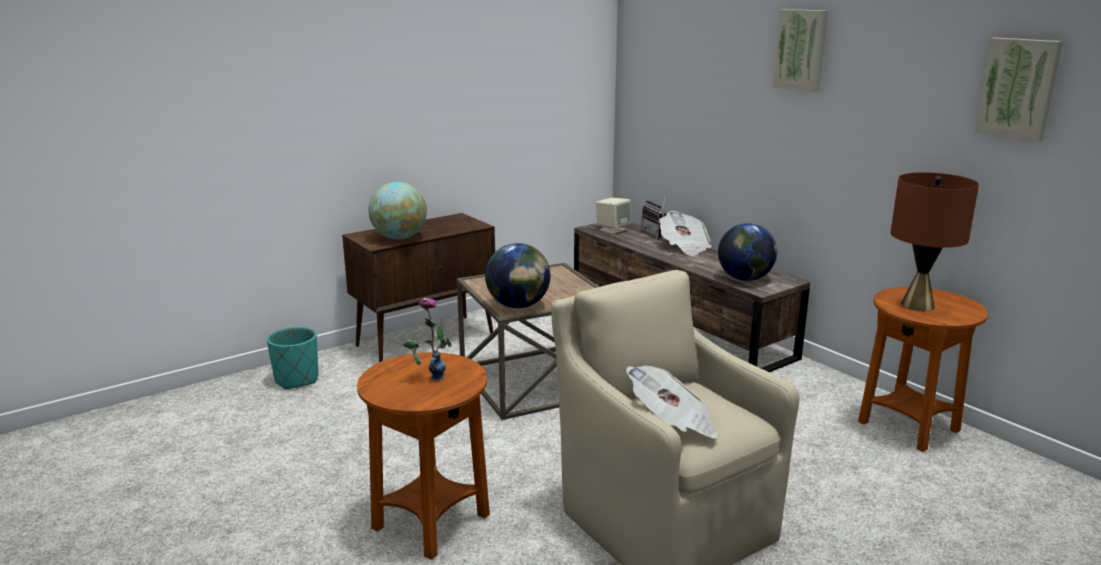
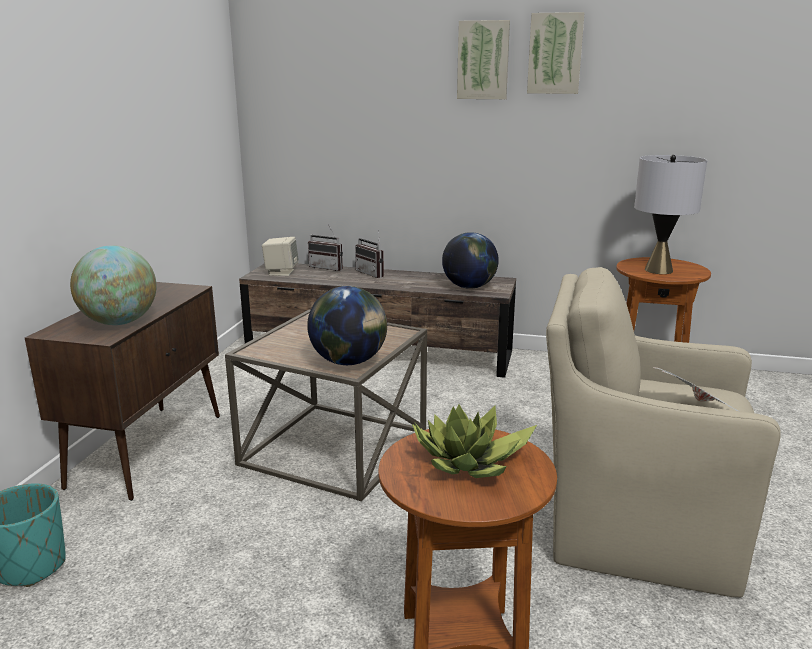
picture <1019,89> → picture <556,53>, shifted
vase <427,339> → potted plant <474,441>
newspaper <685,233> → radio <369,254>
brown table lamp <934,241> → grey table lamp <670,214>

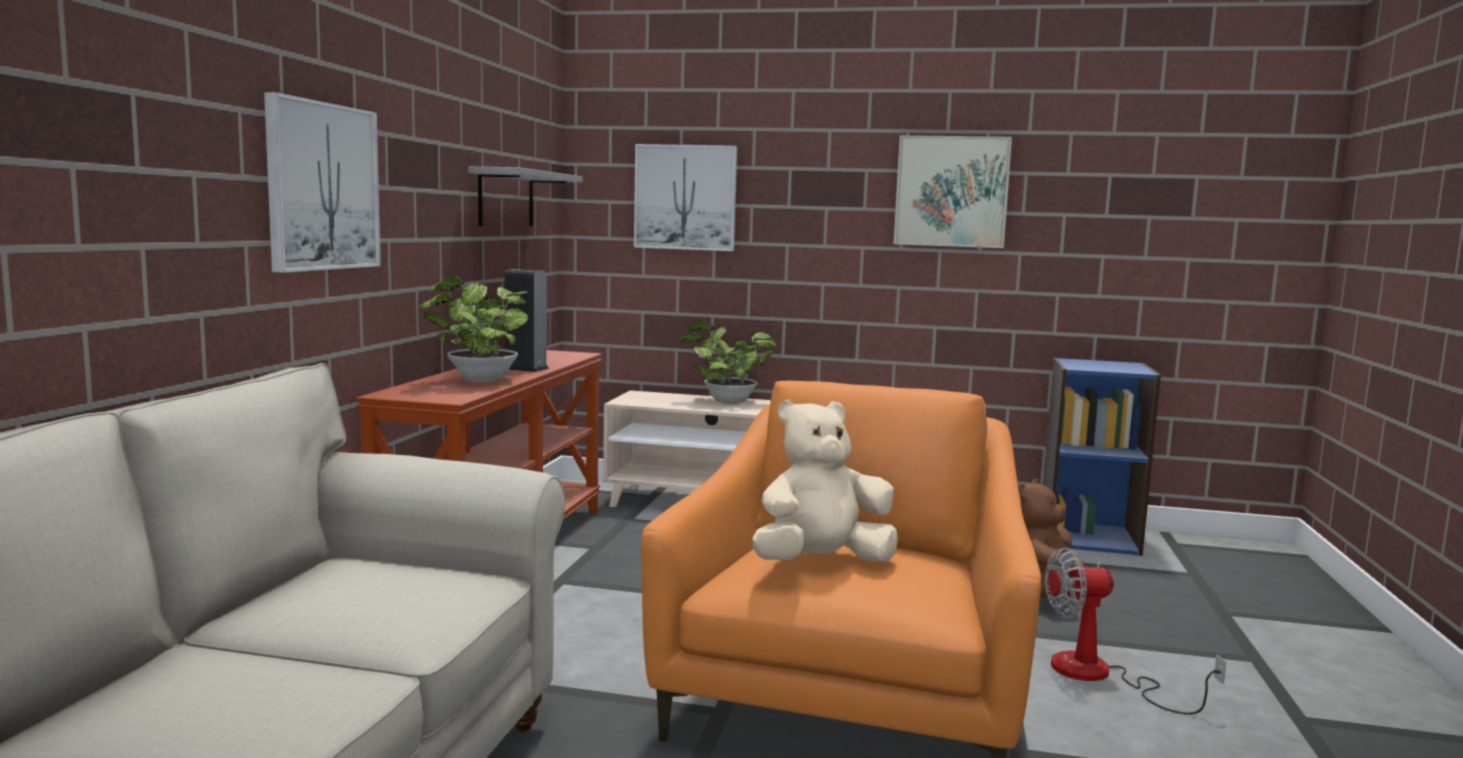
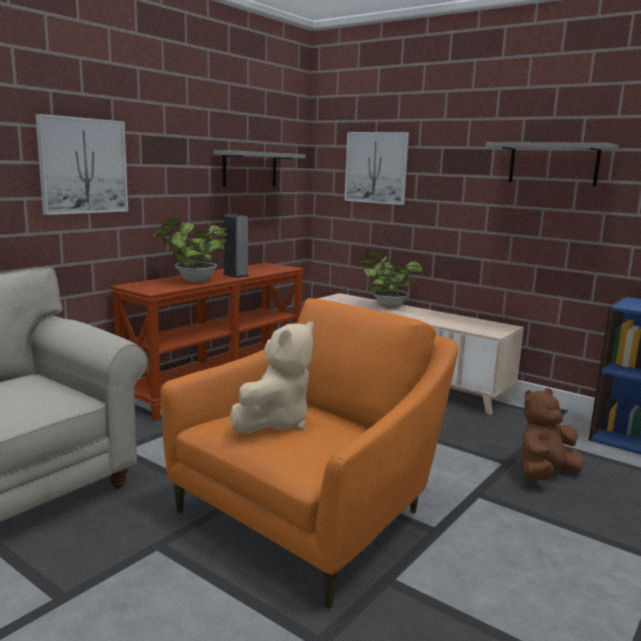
fan <1135,631> → -
picture <952,191> → grey shelf <552,164>
beige plush toy <825,481> → beige plush toy <272,377>, 120 degrees clockwise

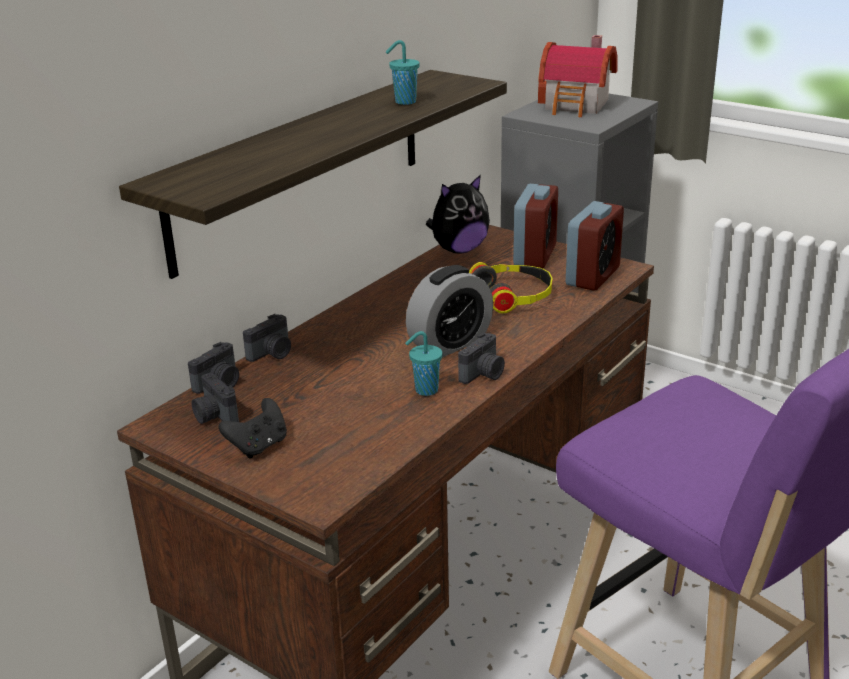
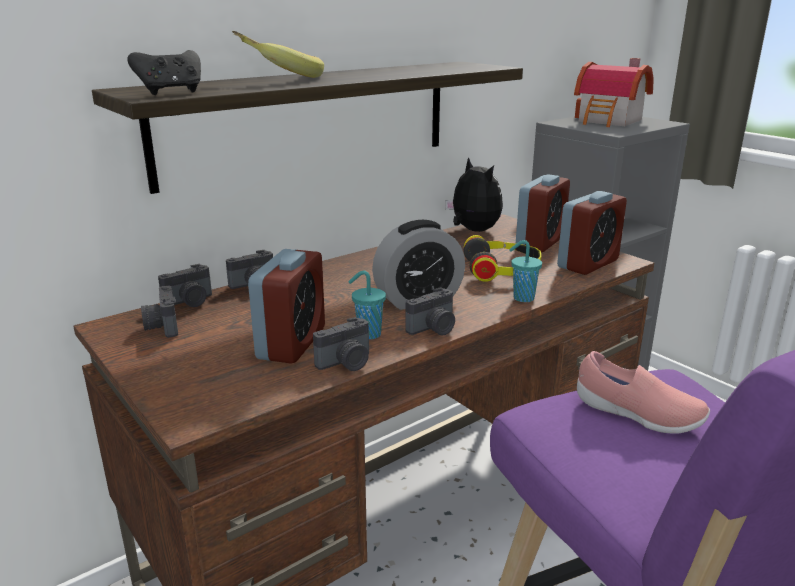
- → banana <278,54>
- → alarm clock <286,306>
- → photo camera <341,344>
- → pink shoe <643,392>
black game controller <253,428> → black game controller <164,72>, shifted
turquoise cup <403,72> → turquoise cup <525,271>, shifted
plush toy <458,214> → plush toy <474,194>, 105 degrees counterclockwise

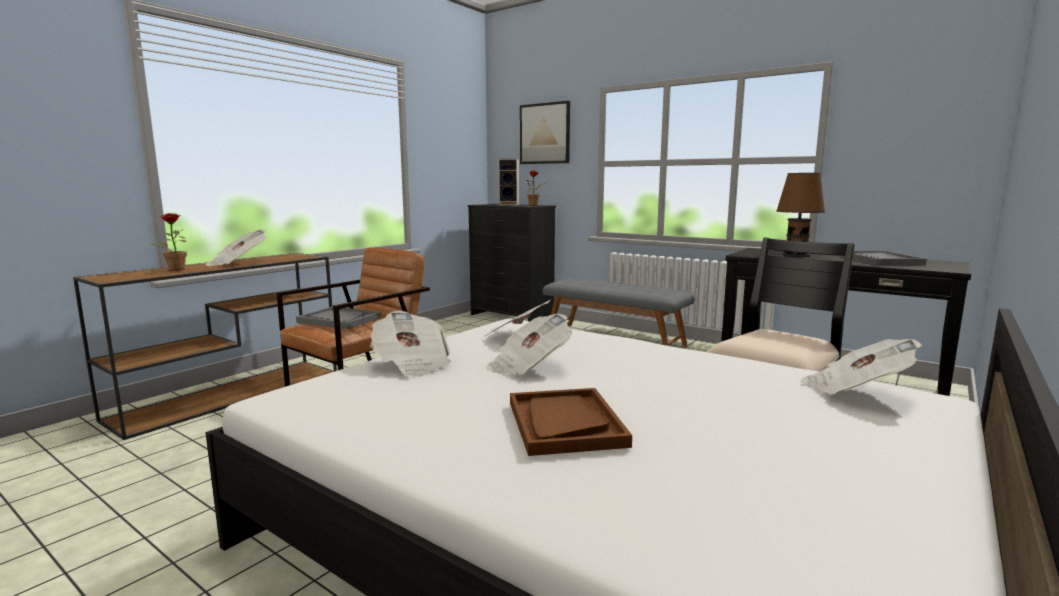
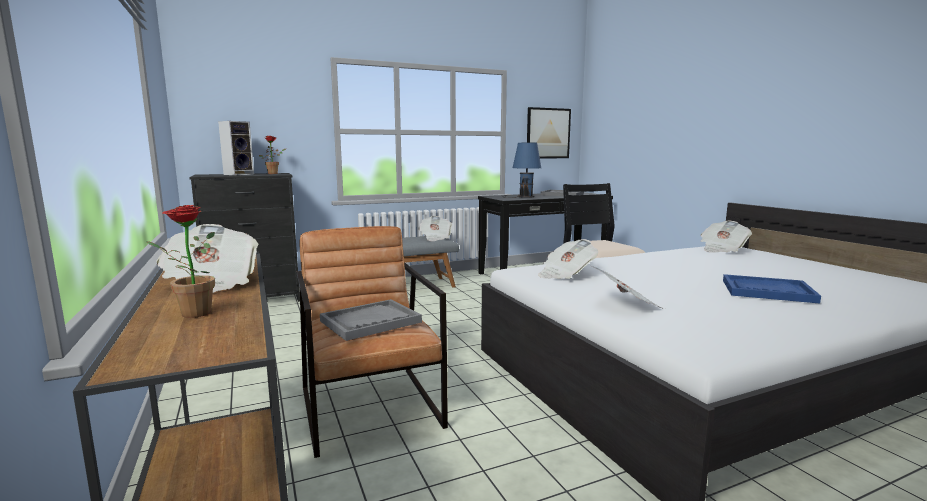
newspaper <529,344> → newspaper <435,228>, shifted
picture <545,132> → picture <549,133>, shifted
brown tray <571,422> → blue tray <772,289>
brown table lamp <796,215> → blue table lamp <521,170>

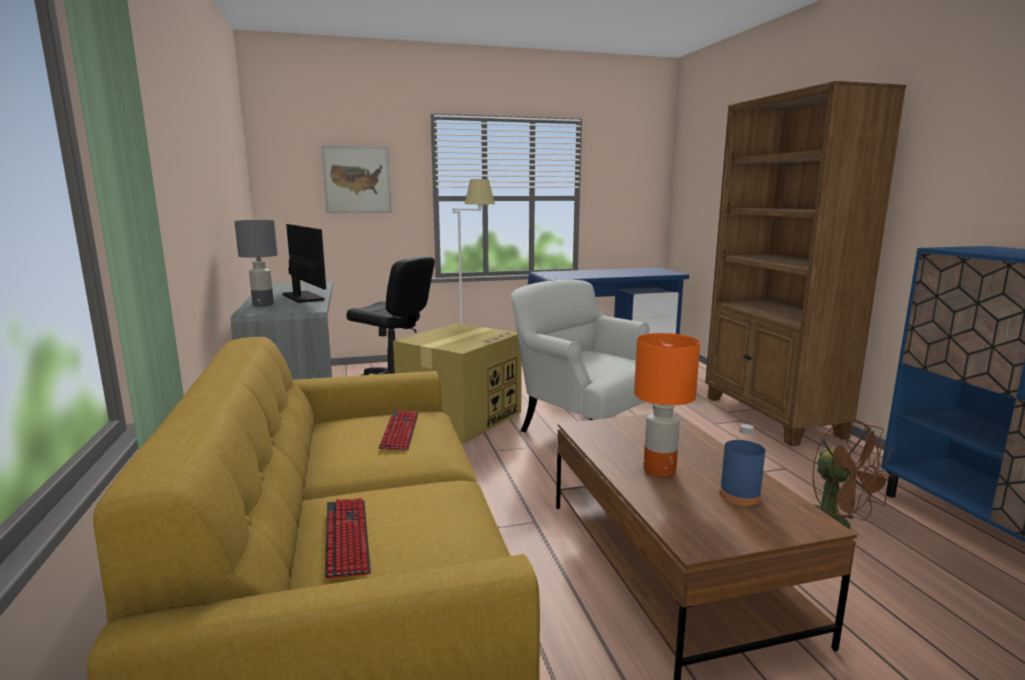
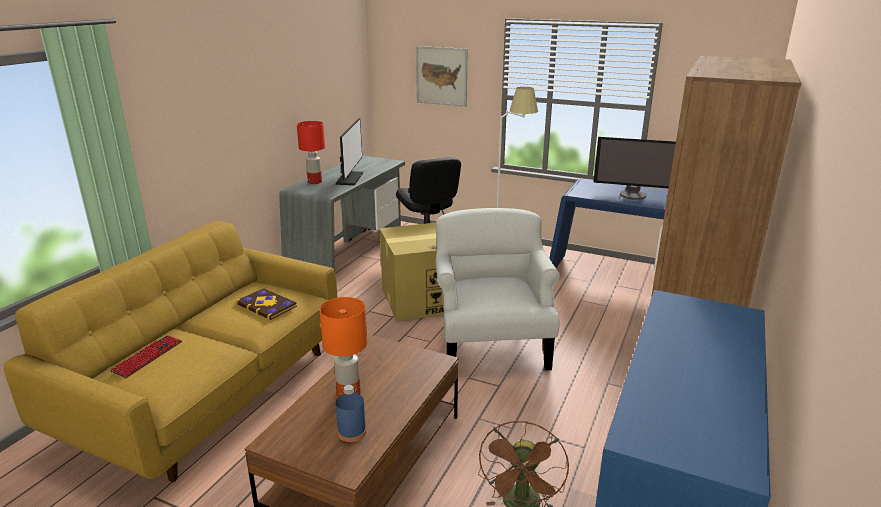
- → monitor <635,168>
keyboard <399,430> → book <266,304>
grey table lamp <256,263> → red table lamp <311,152>

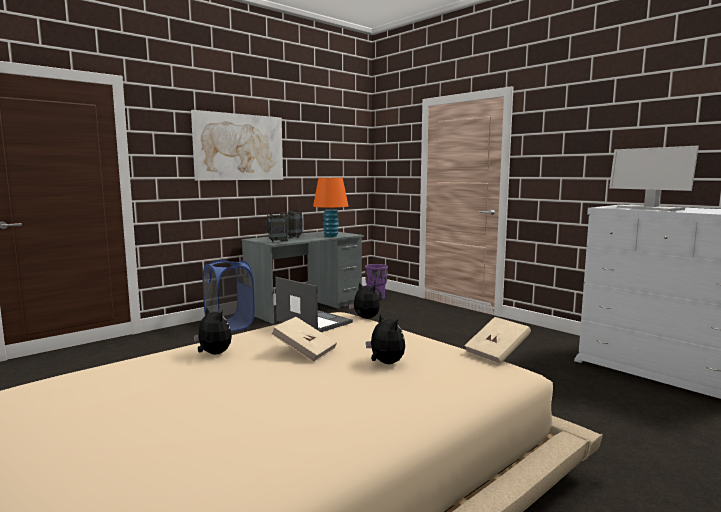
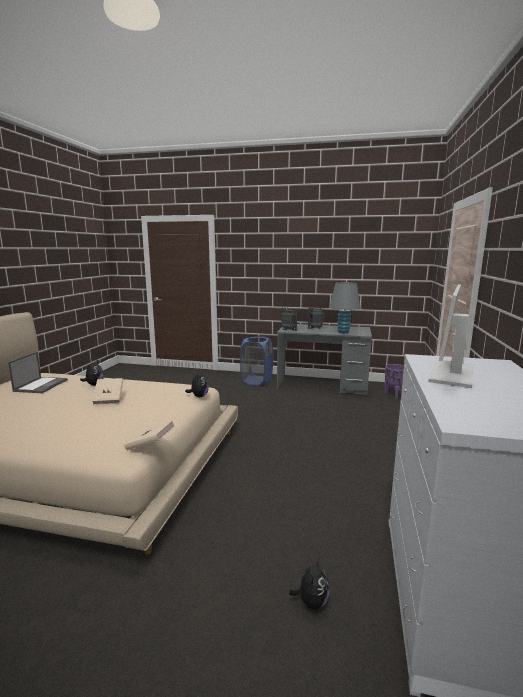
picture <237,145> → -
laptop <314,304> → laptop <38,372>, shifted
plush toy <385,338> → plush toy <309,584>, shifted
orange table lamp <330,207> → grey table lamp <345,308>

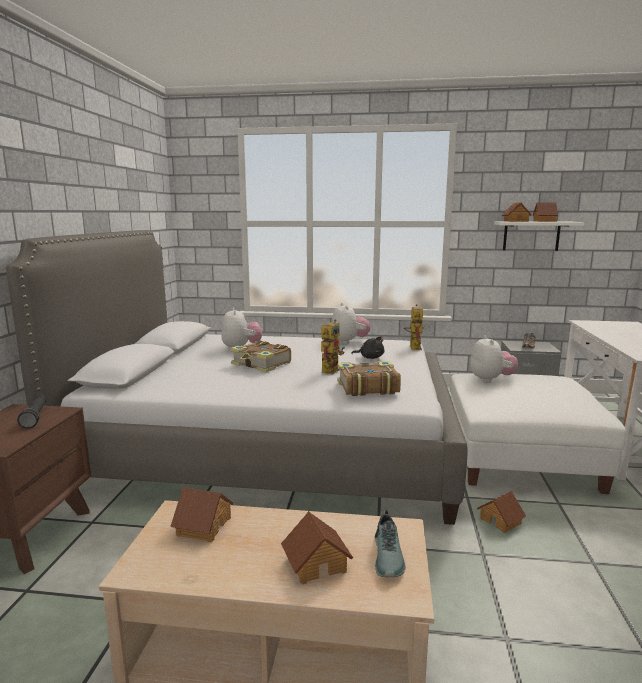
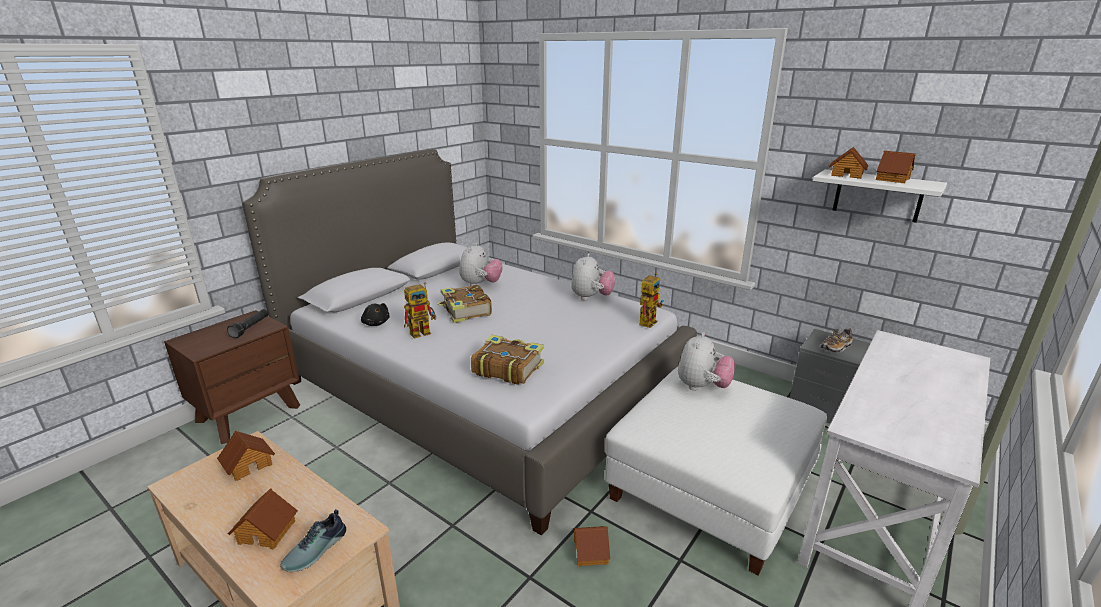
toy robot <333,346> → toy robot <420,310>, shifted
black plush toy <367,347> → black plush toy <375,314>, shifted

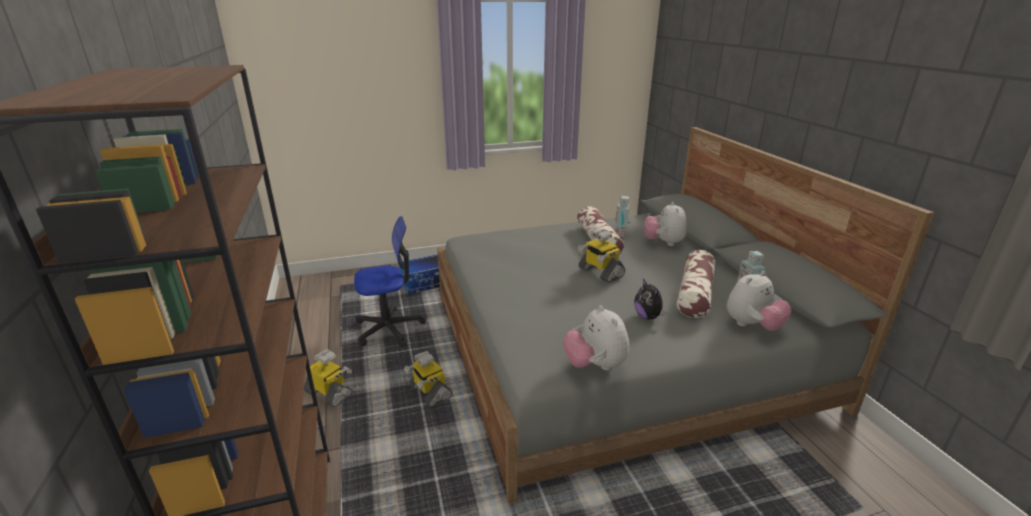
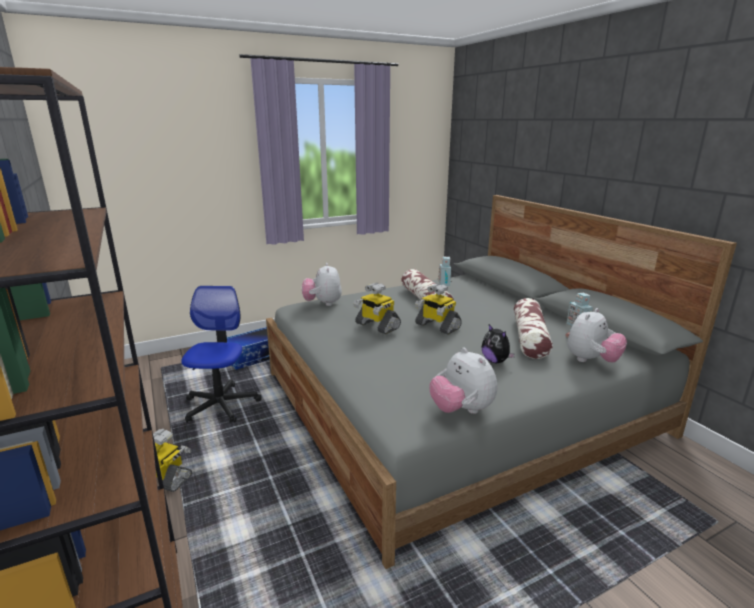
toy robot <428,379> → toy robot <377,308>, shifted
plush toy <665,224> → plush toy <322,284>, shifted
office chair <390,281> → office chair <221,354>, 60 degrees counterclockwise

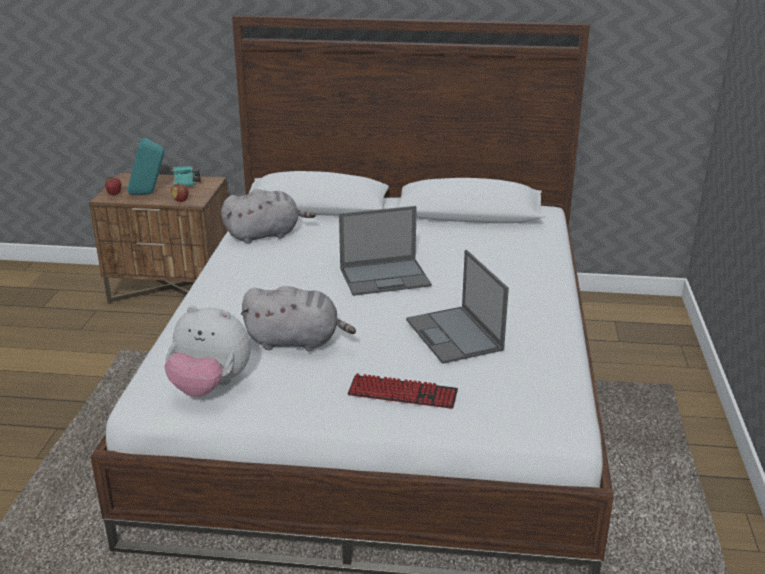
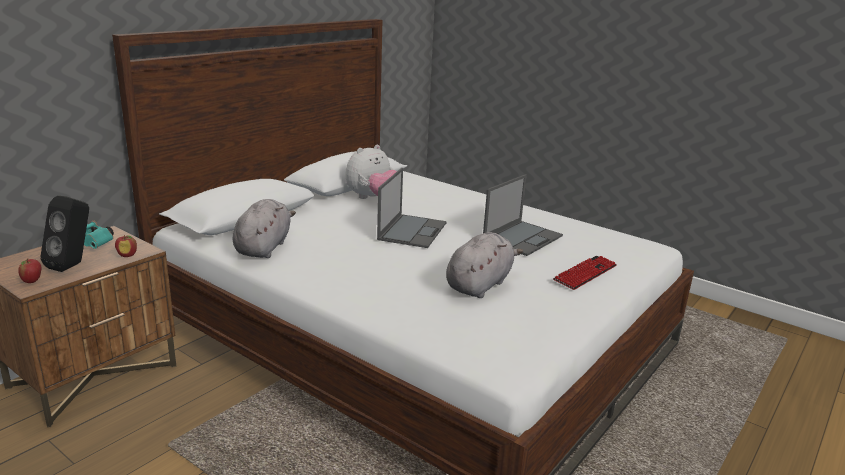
plush toy <207,351> → plush toy <371,172>, shifted
turquoise speaker <145,166> → black speaker <64,234>
laptop <457,307> → laptop <523,215>, 60 degrees counterclockwise

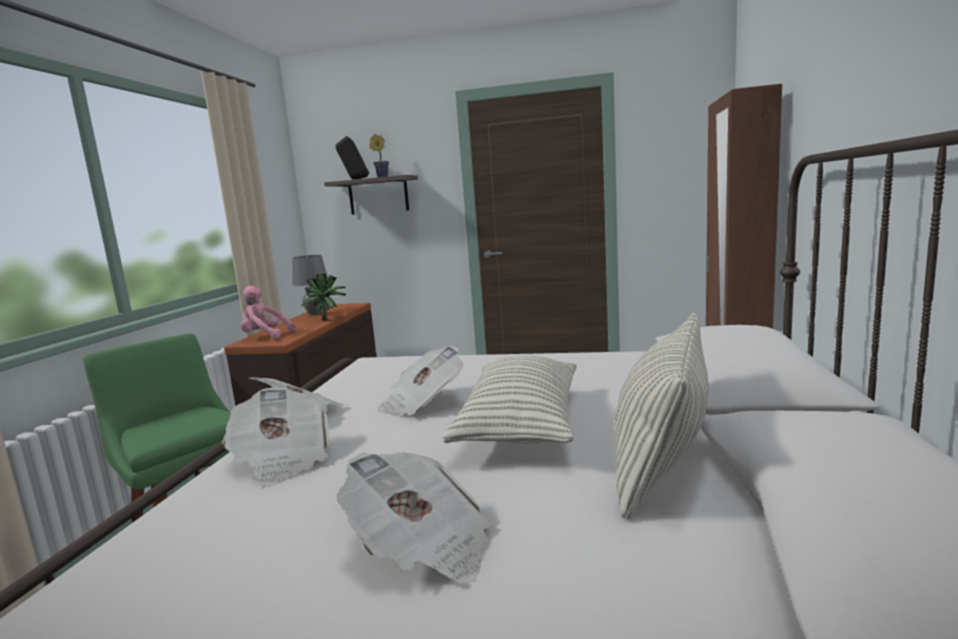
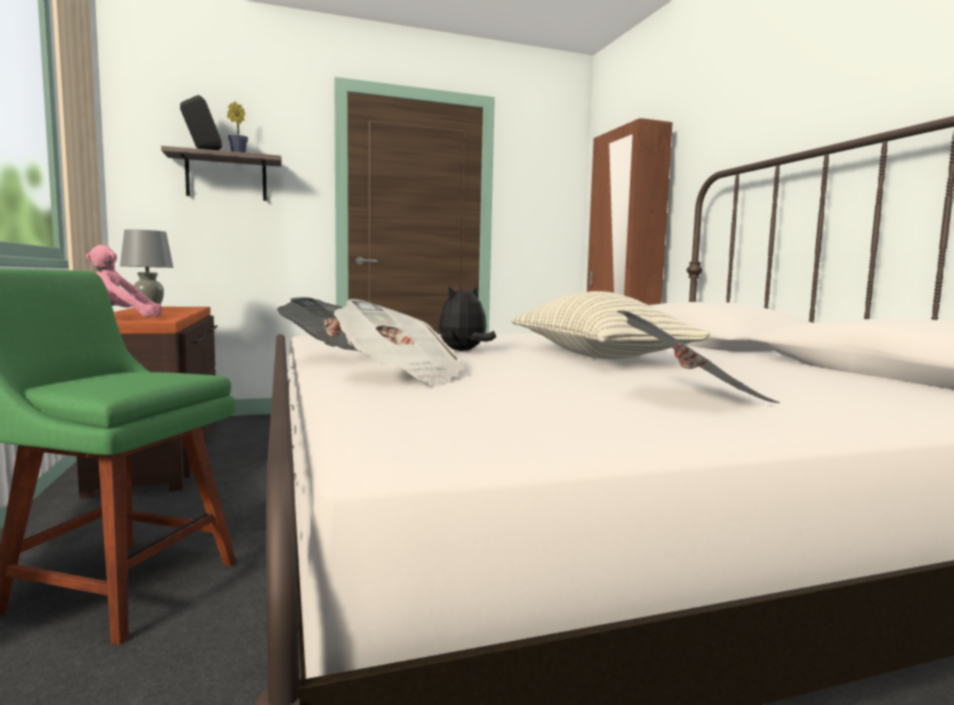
potted plant <324,297> → -
pillow <662,416> → -
newspaper <420,380> → plush toy <467,318>

